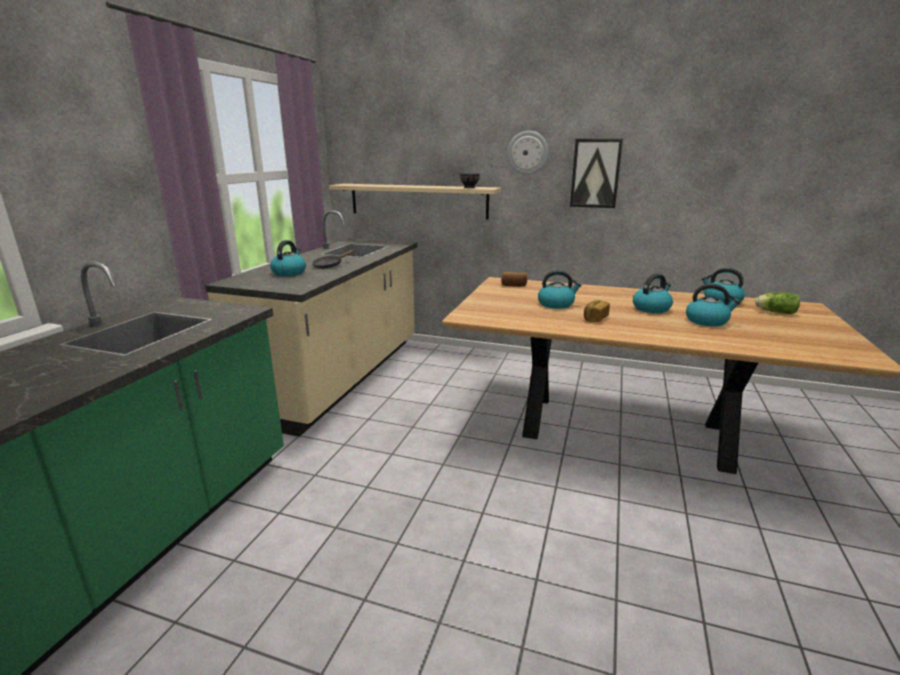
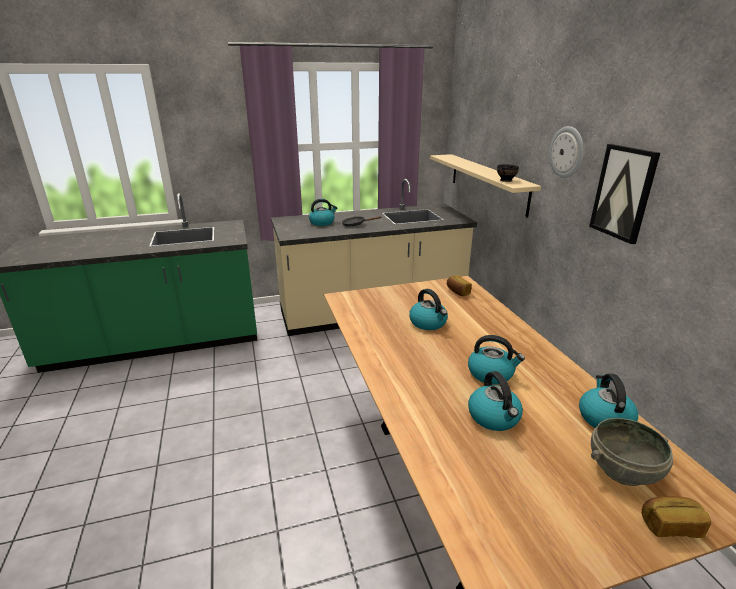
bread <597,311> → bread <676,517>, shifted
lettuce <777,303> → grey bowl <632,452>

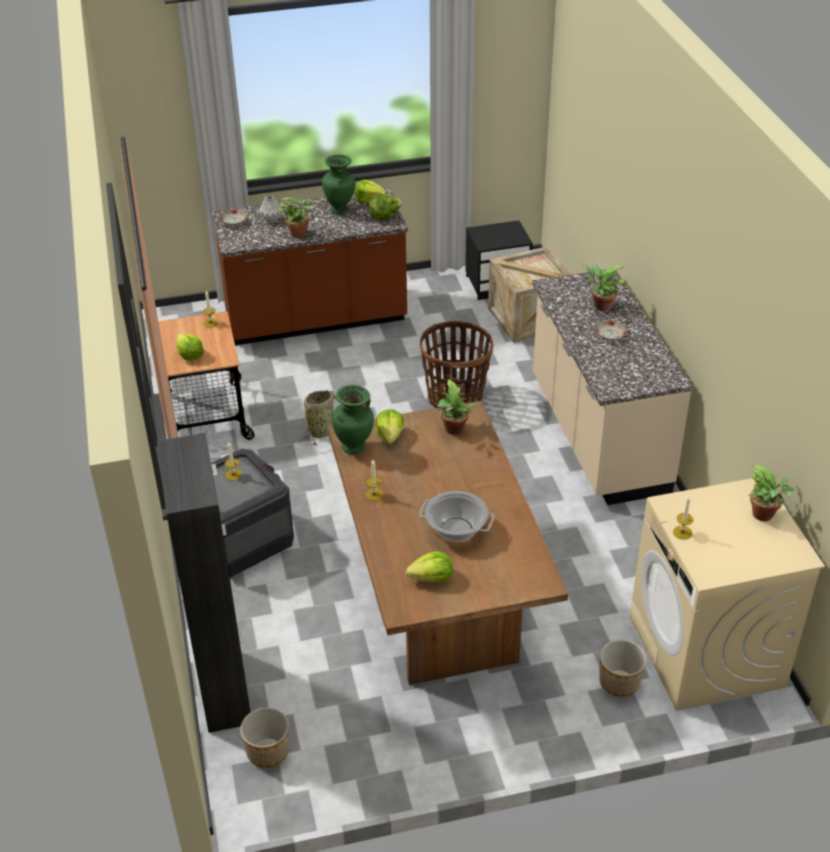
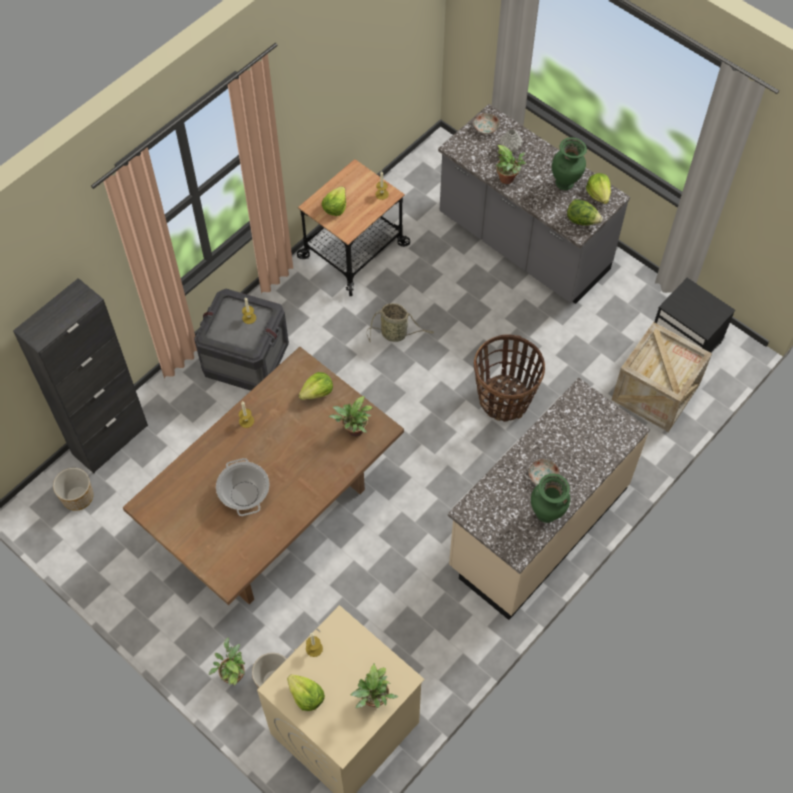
green vase <353,419> → green vase <550,498>, shifted
lettuce <429,567> → lettuce <306,692>, shifted
potted plant <603,287> → potted plant <227,662>, shifted
brown counter <310,266> → grey counter <534,204>

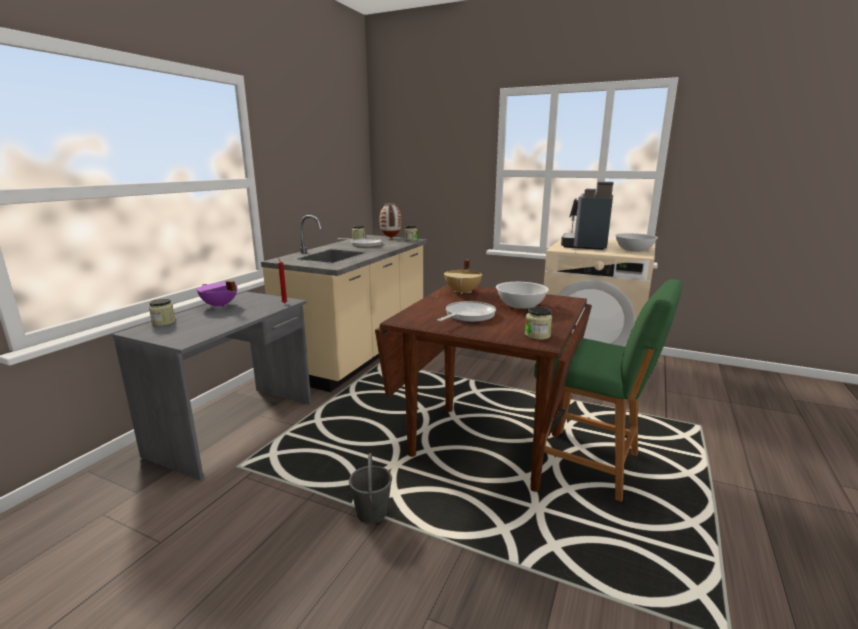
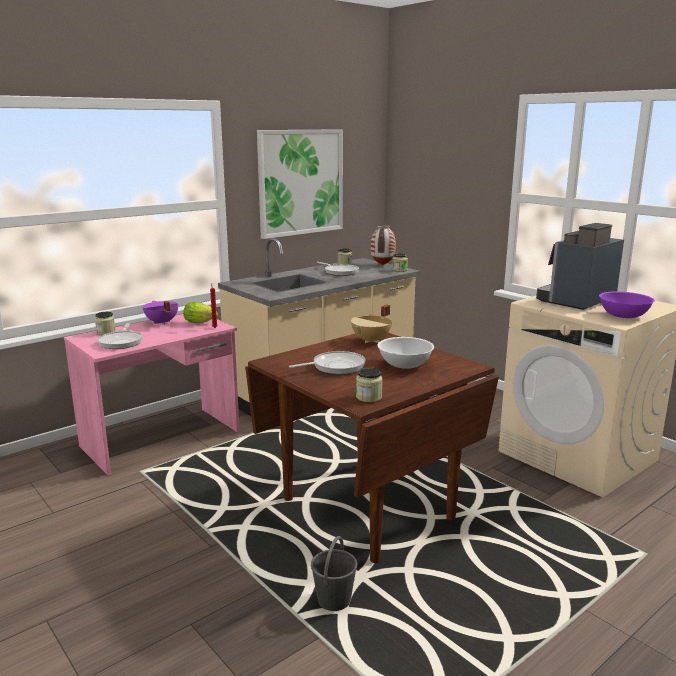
green chair <606,390> → -
- → frying pan <120,336>
- → lettuce <200,312>
- → picture <300,184>
grey bucket <370,488> → grey bucket <334,573>, shifted
grey desk <211,385> → pink desk <152,394>
white bowl <636,242> → purple bowl <627,304>

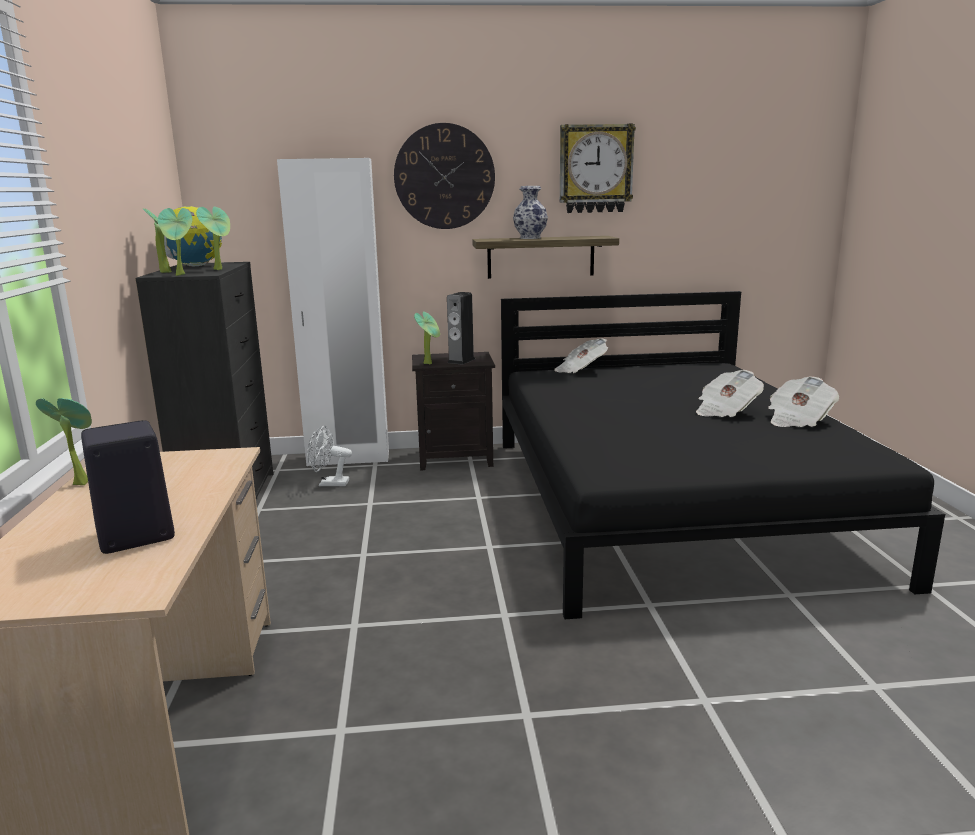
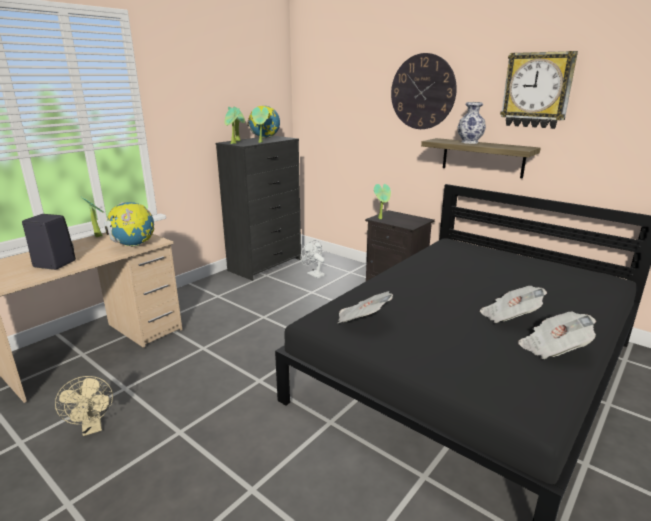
white wardrobe <333,312> → -
speaker <461,328> → -
- → beige fan <84,406>
- → globe <129,224>
newspaper <581,355> → newspaper <365,307>, shifted

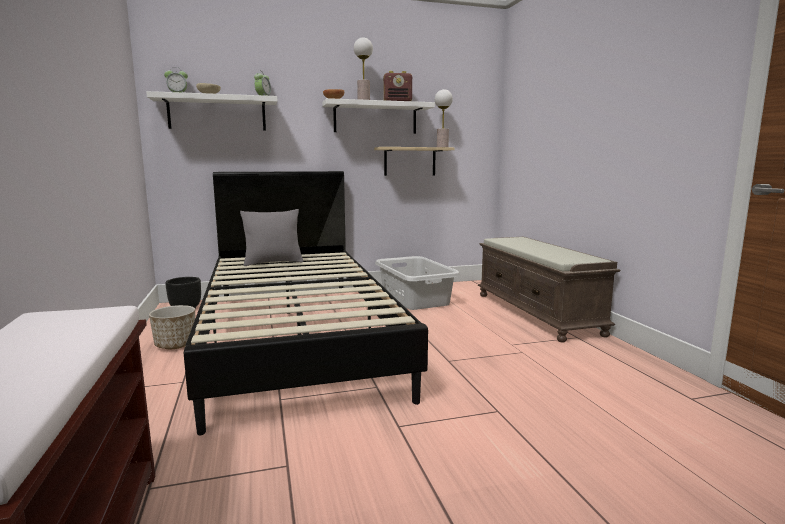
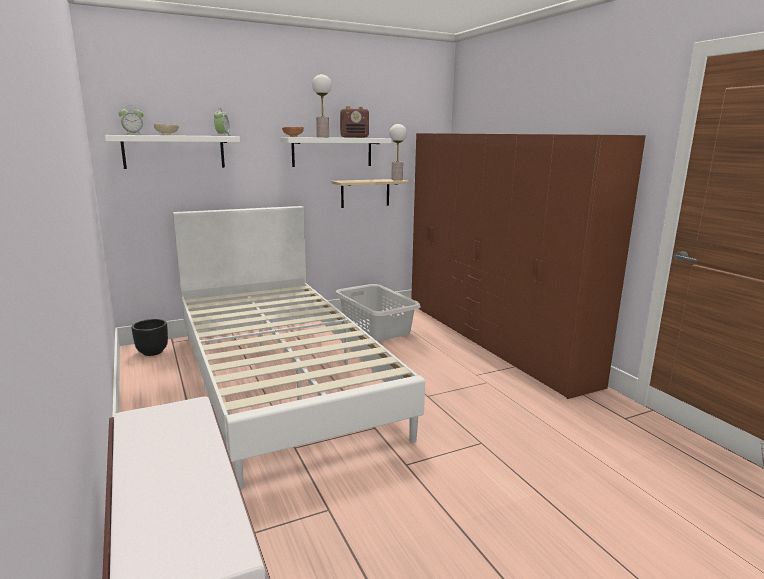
planter <172,327> → -
grey pillow <271,237> → -
brown bench <549,289> → brown wardrobe <528,266>
black bed <306,303> → white bed <299,347>

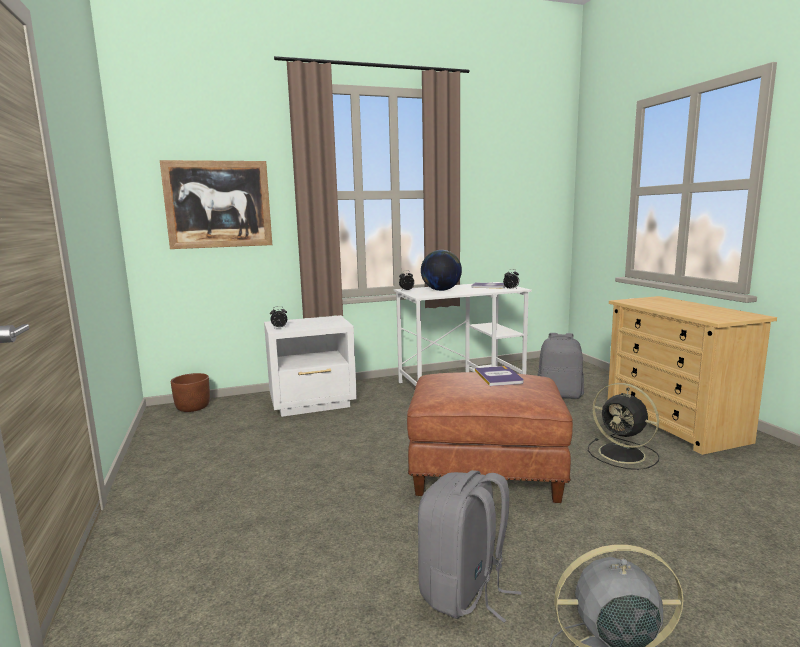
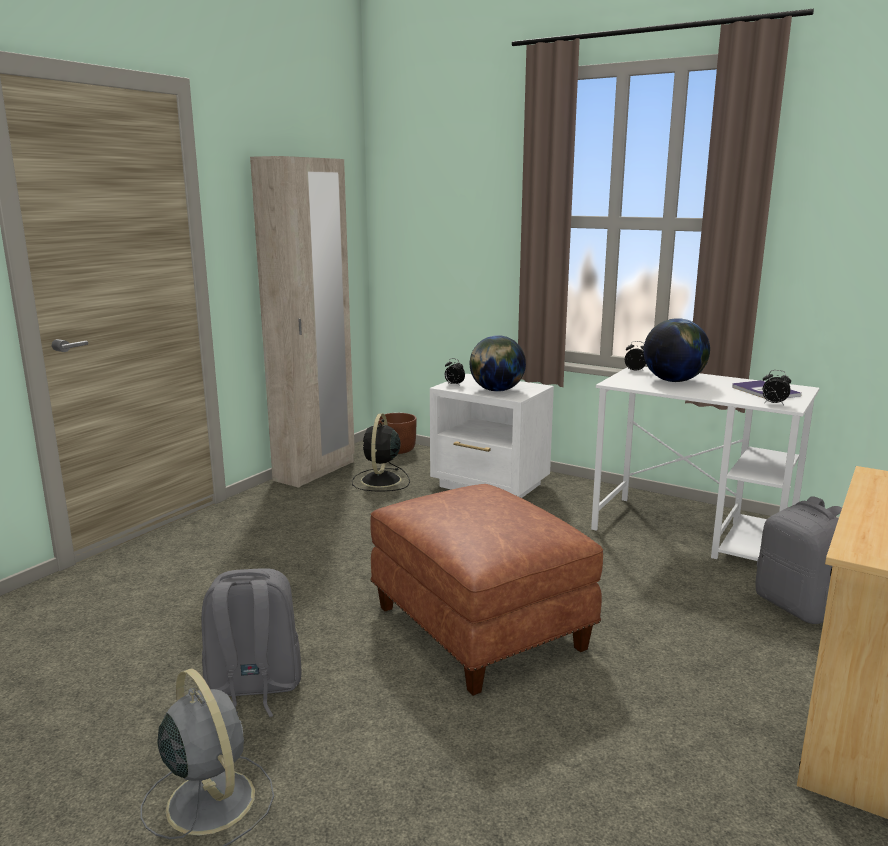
picture <216,204> → -
book <499,376> → -
- → beige wardrobe <302,322>
- → globe <498,363>
black fan <623,426> → black fan <381,452>, shifted

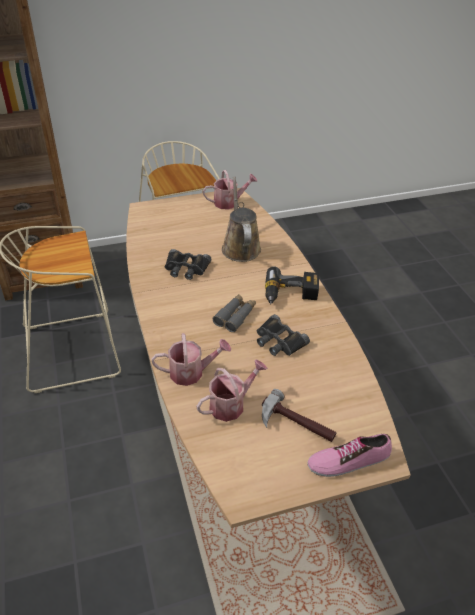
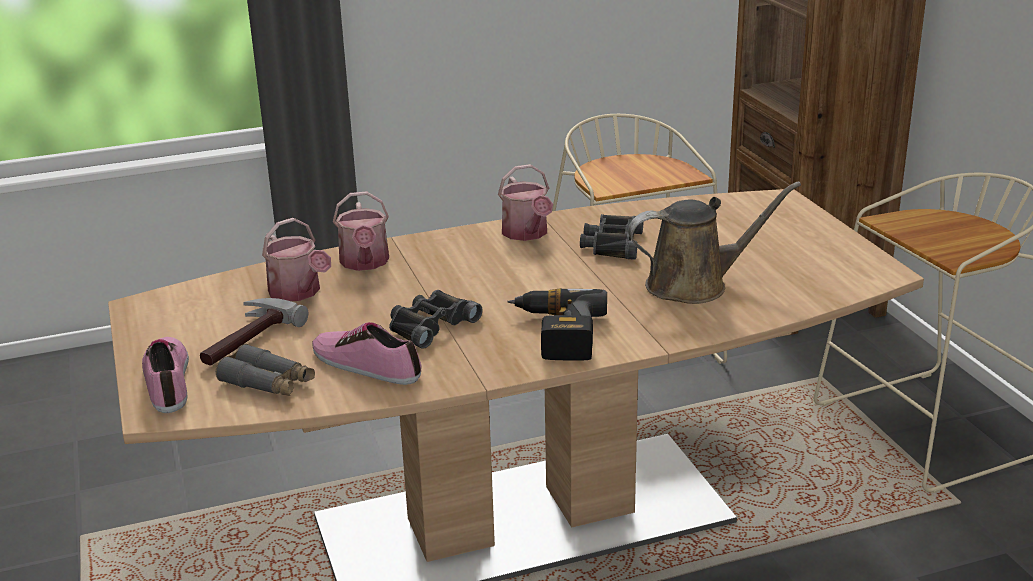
- → shoe <366,353>
watering can <230,189> → watering can <525,202>, shifted
grey binoculars <234,313> → grey binoculars <265,370>, shifted

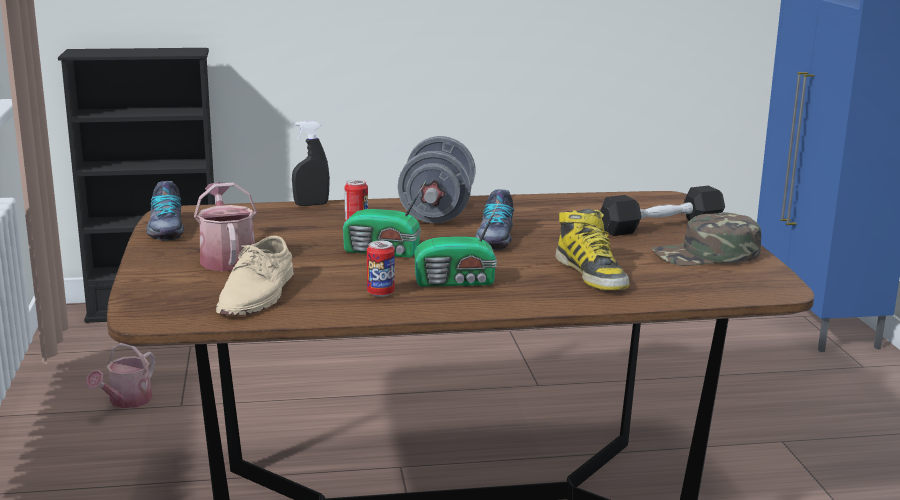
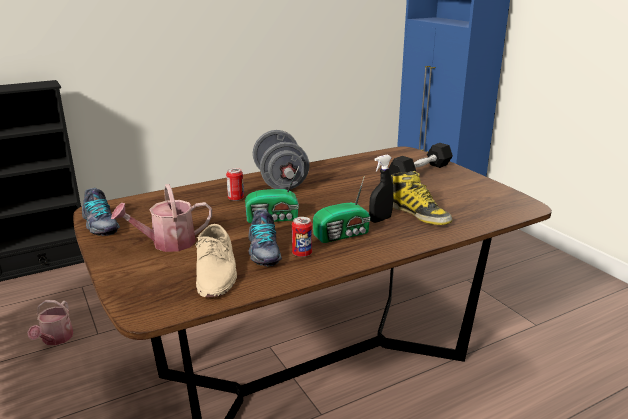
green cap <706,239> → -
black spray bottle <311,163> → black spray bottle <381,189>, shifted
shoe <494,219> → shoe <265,237>, shifted
watering can <225,226> → watering can <161,218>, 75 degrees counterclockwise

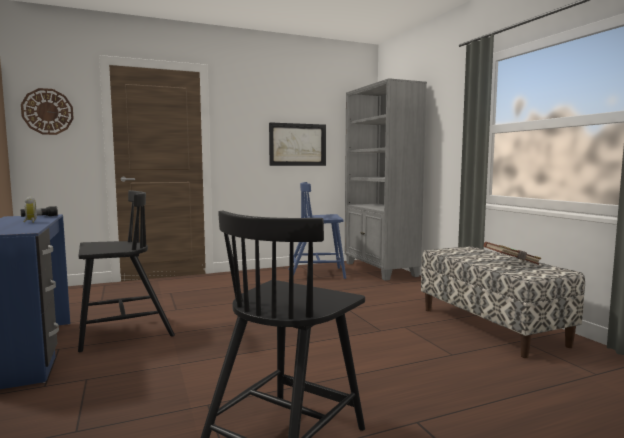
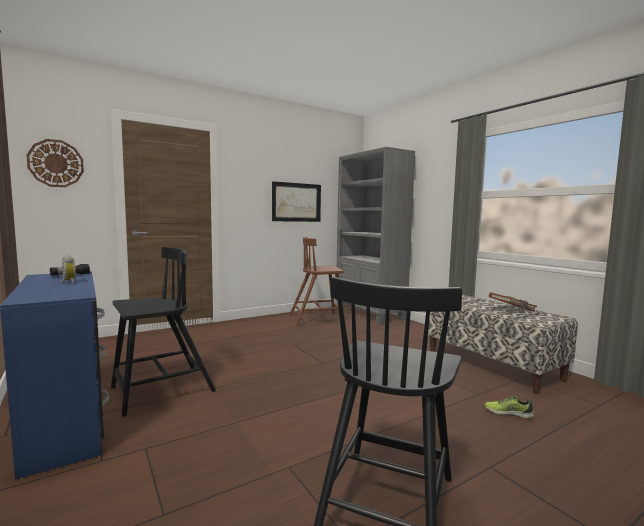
- → shoe <509,407>
blue chair <317,230> → brown chair <317,281>

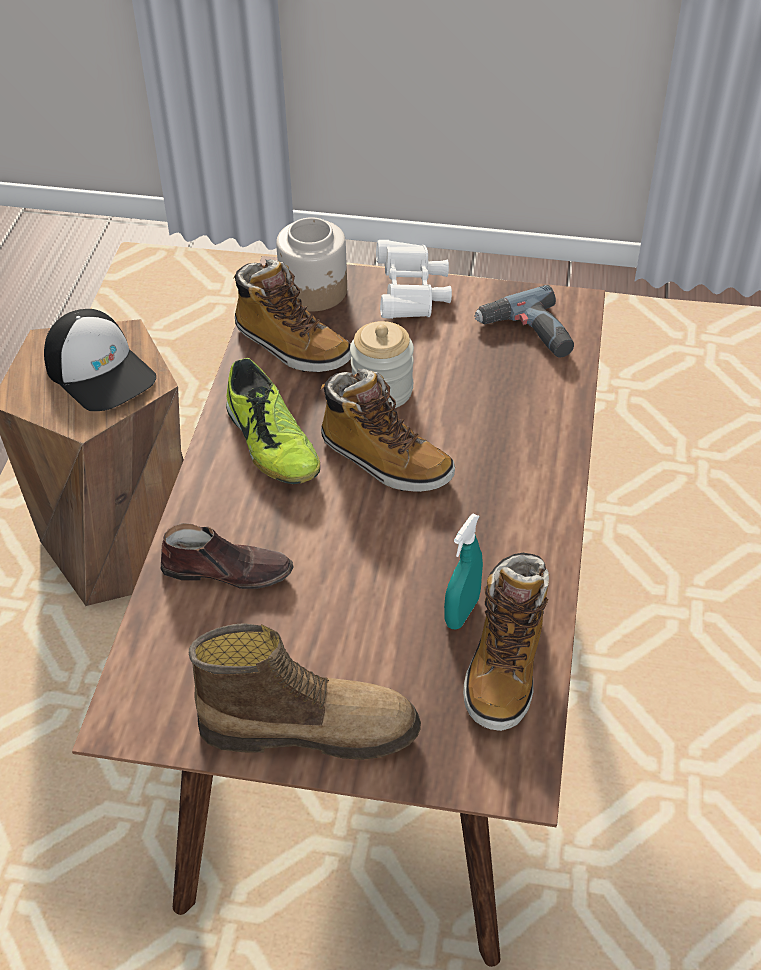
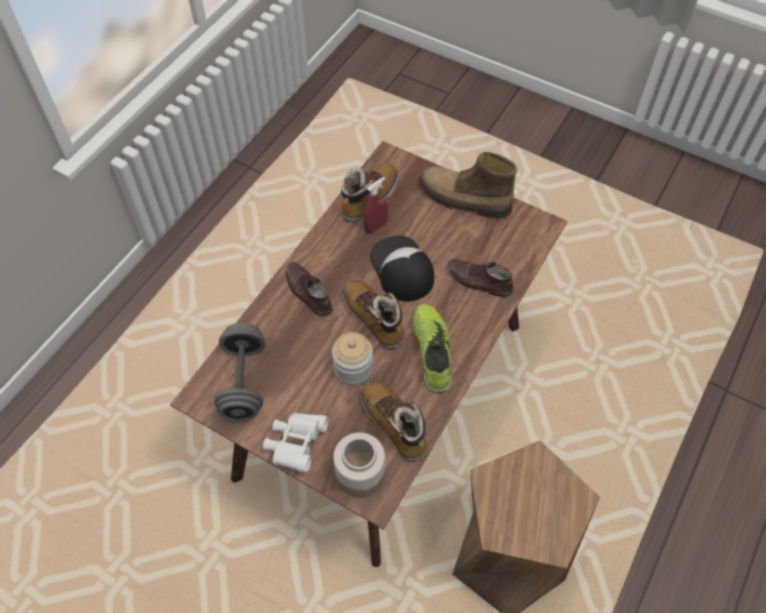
- → brown shoe <309,289>
cap <100,360> → cap <402,268>, shifted
power drill <524,321> → grey dumbbell <239,372>
turquoise spray bottle <463,571> → red spray bottle <375,205>

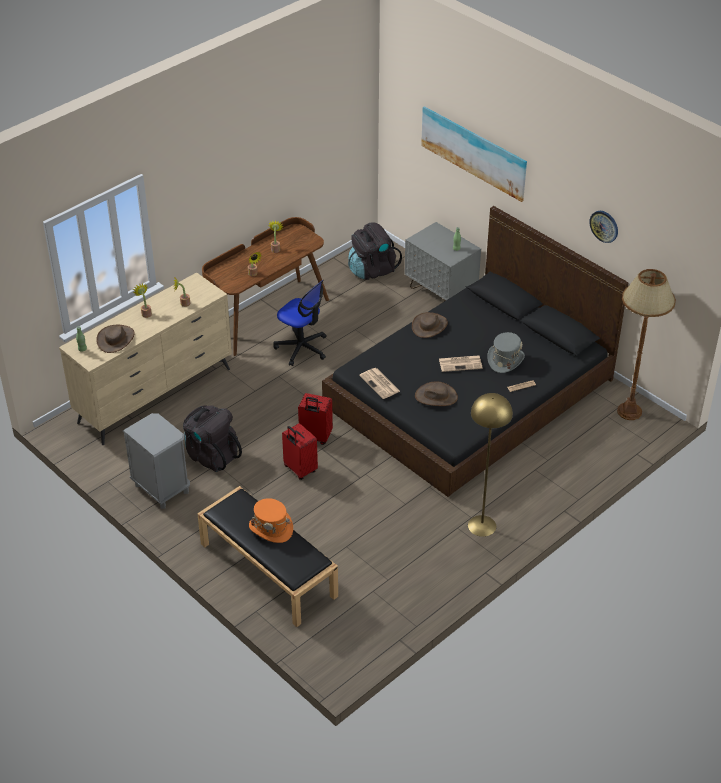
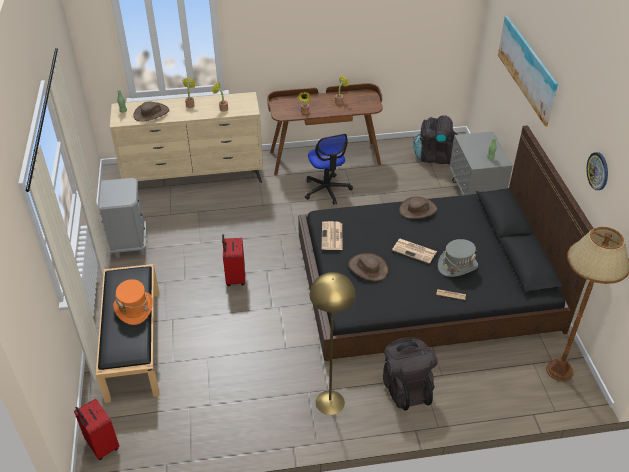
black backpack <212,438> → black backpack <410,374>, shifted
red suitcase <315,419> → red suitcase <97,429>, shifted

